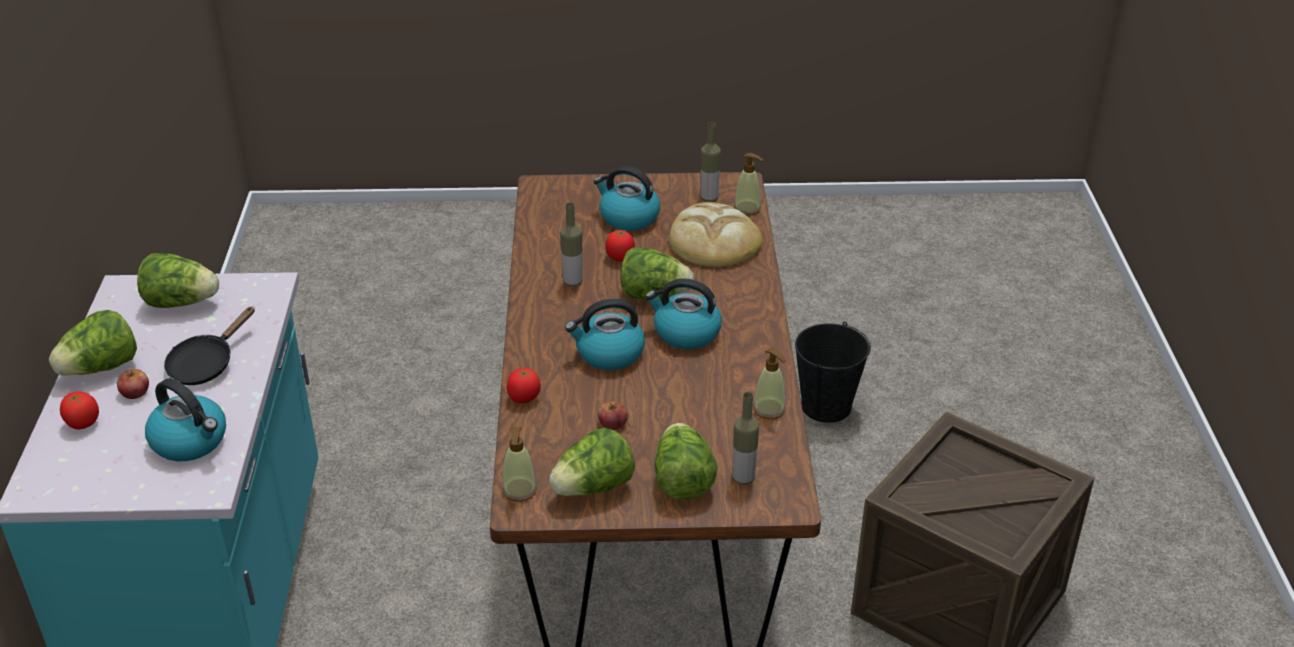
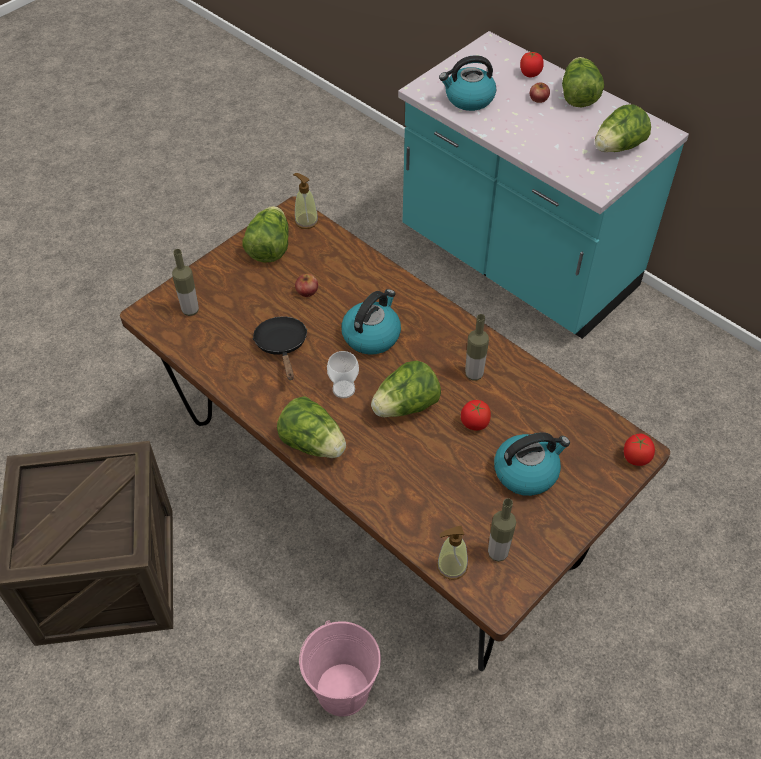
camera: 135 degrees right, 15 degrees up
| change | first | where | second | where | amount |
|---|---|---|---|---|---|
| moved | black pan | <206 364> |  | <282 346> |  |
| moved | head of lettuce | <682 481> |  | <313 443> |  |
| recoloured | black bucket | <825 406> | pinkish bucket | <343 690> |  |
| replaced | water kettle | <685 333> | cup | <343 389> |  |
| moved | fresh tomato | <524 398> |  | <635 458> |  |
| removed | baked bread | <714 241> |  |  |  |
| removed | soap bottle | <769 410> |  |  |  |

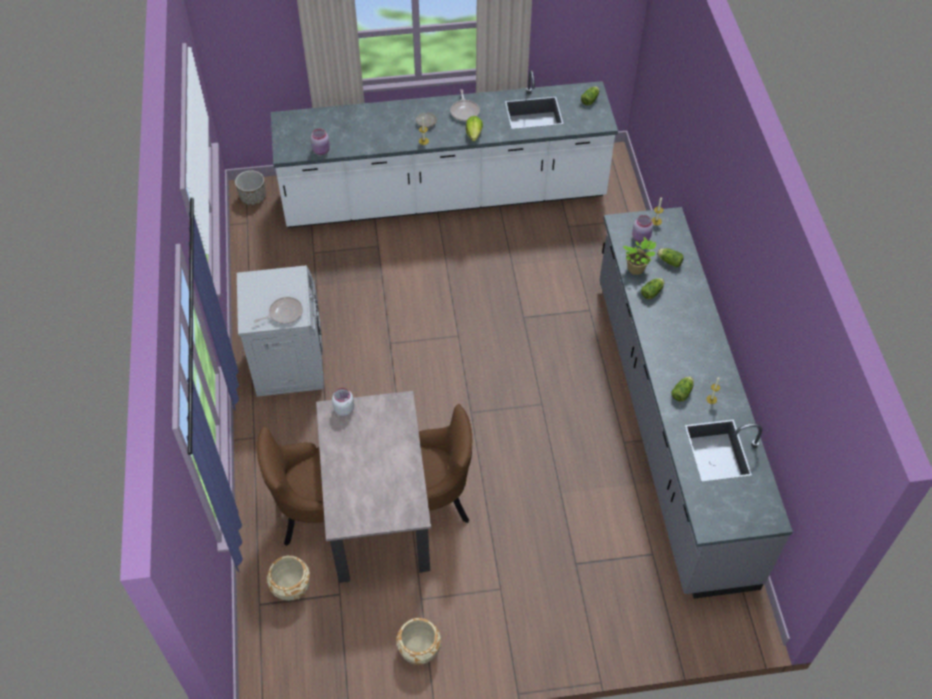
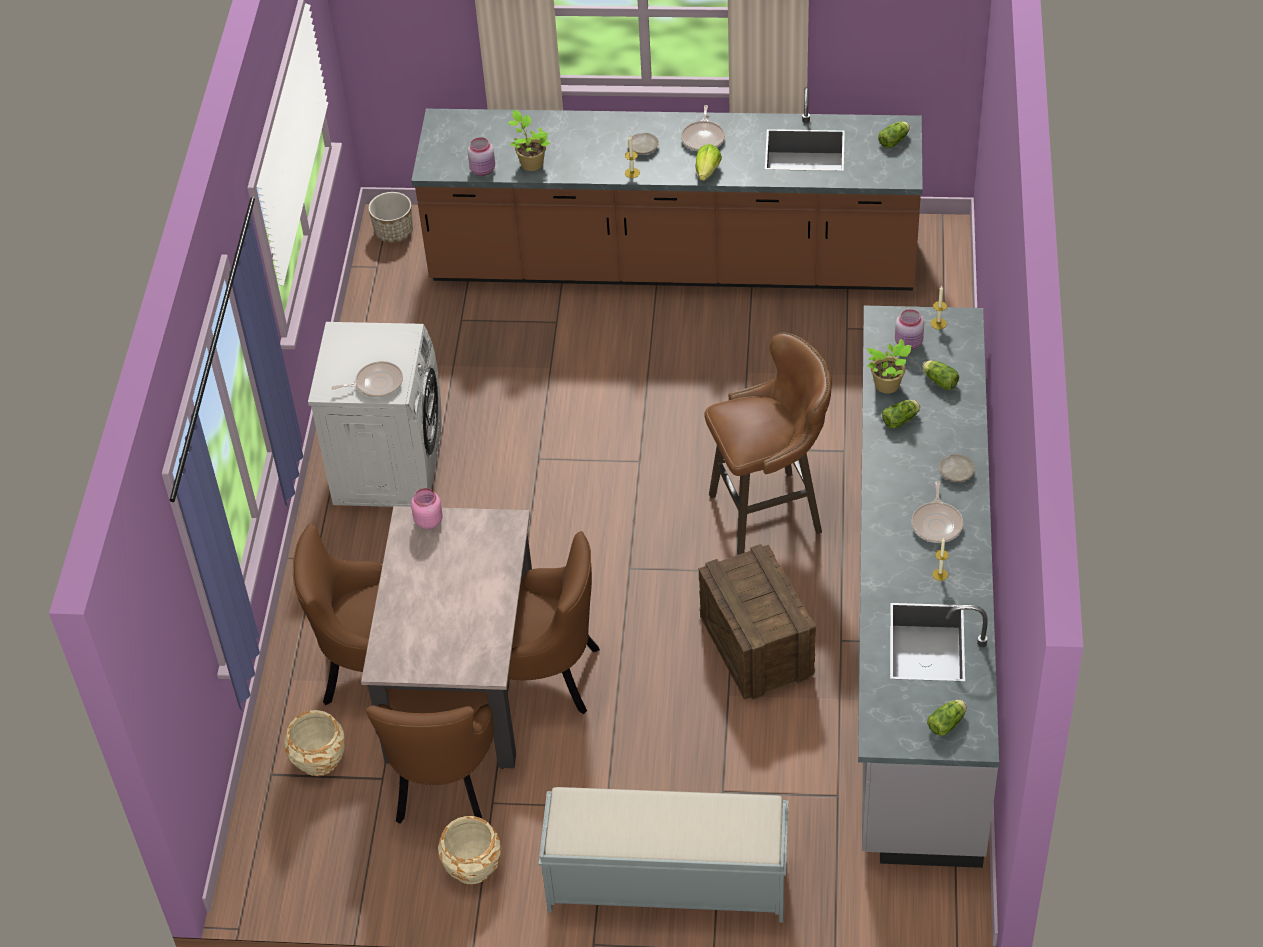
camera: 15 degrees right, 5 degrees down
| change | first | where | second | where | amount |
|---|---|---|---|---|---|
| added |  |  | brown-coloured chair | <444 774> |  |
| recoloured | white-coloured kitchen base unit | <444 196> | brown-coloured kitchen base unit | <673 263> |  |
| recoloured | white-coloured jar | <344 409> | pinkish jar | <428 520> |  |
| added |  |  | plant in a pot | <530 163> |  |
| added |  |  | greyish long seat | <665 882> |  |
| added |  |  | crate | <756 646> |  |
| added |  |  | brown-coloured sitting stool | <770 512> |  |
| added |  |  | pan | <937 523> |  |
| moved | head of lettuce | <682 392> |  | <948 722> |  |
| added |  |  | beige dinner plate | <956 472> |  |

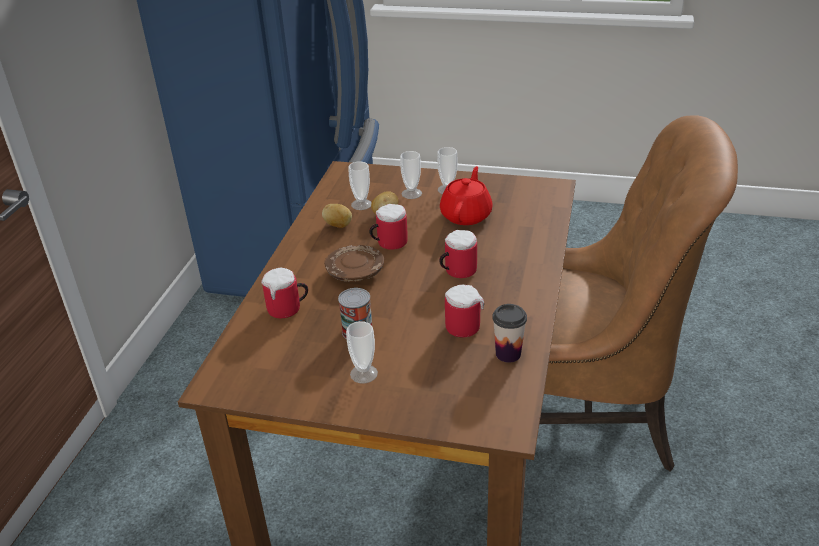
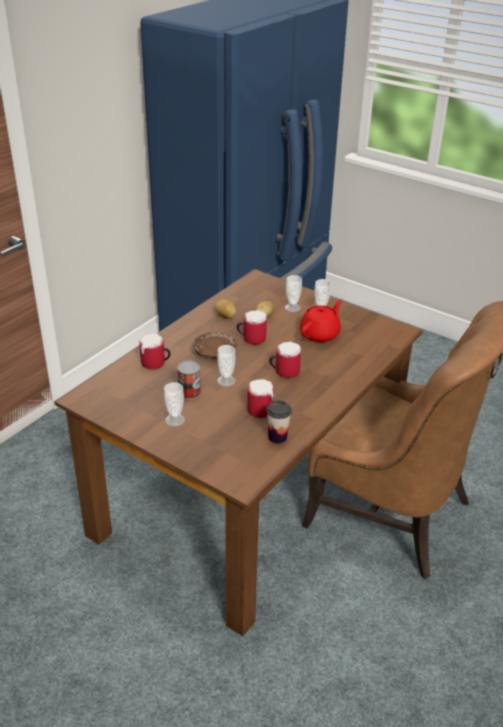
camera: 20 degrees right, 0 degrees up
| change | first | where | second | where | amount |
|---|---|---|---|---|---|
| moved | cup | <361 204> |  | <226 381> |  |

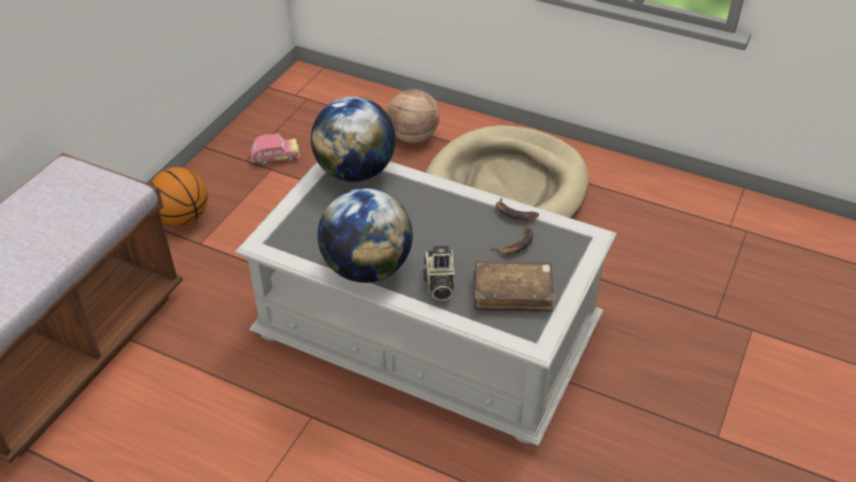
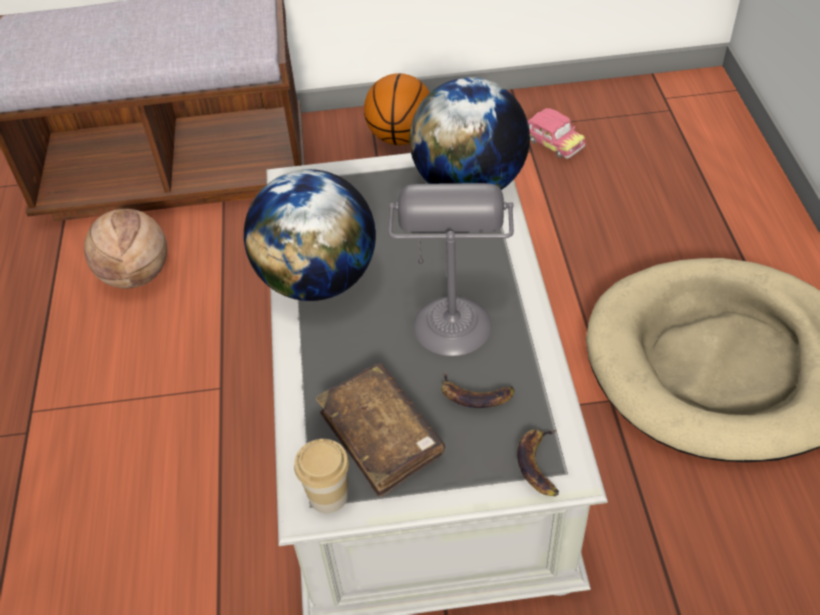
camera: 60 degrees right, 5 degrees up
| change | first | where | second | where | amount |
|---|---|---|---|---|---|
| moved | ball for basketball | <413 137> |  | <136 275> |  |
| added |  |  | cup | <328 495> |  |
| added |  |  | greyish table lamp | <450 312> |  |
| moved | whole banana | <515 213> |  | <540 464> |  |
| removed | still camera | <439 284> |  |  |  |

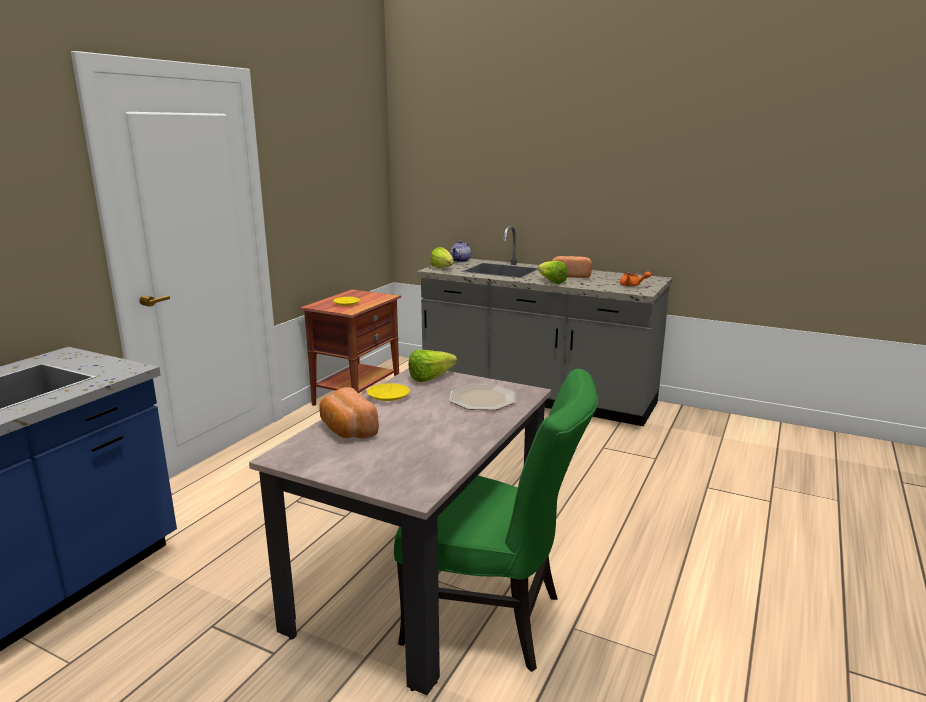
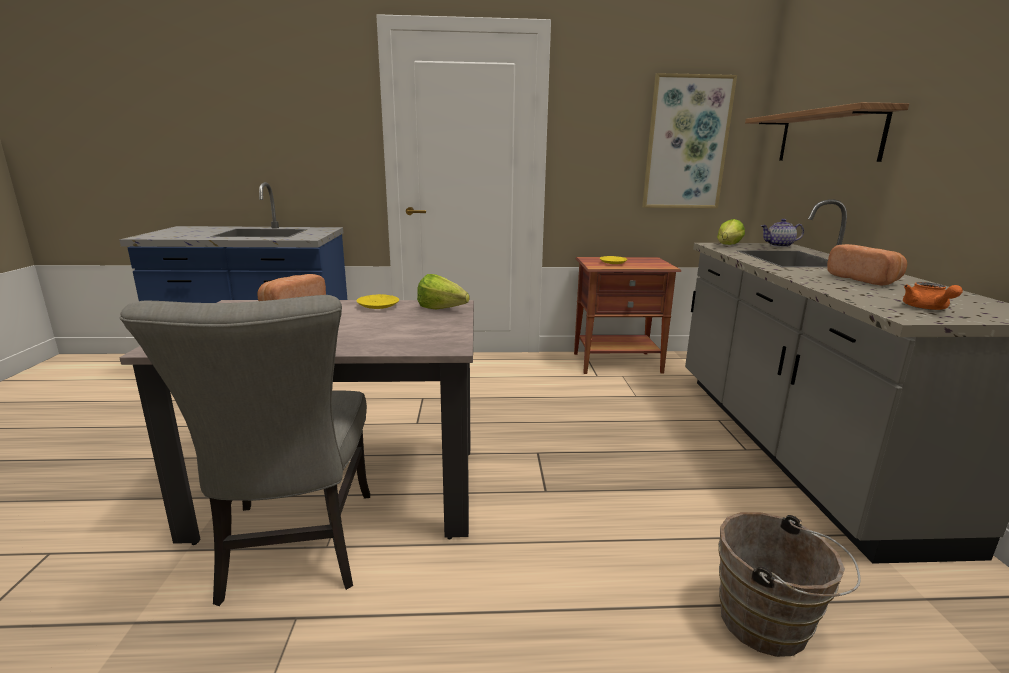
camera: 60 degrees right, 0 degrees up
| change | first | where | second | where | amount |
|---|---|---|---|---|---|
| recoloured | green-coloured chair | <493 619> | greyish chair | <295 551> |  |
| added |  |  | wall picture | <686 143> |  |
| added |  |  | brown-coloured bucket | <770 626> |  |
| added |  |  | shelf | <828 137> |  |
| removed | dinner plate | <483 399> |  |  |  |
| removed | head of lettuce | <550 281> |  |  |  |

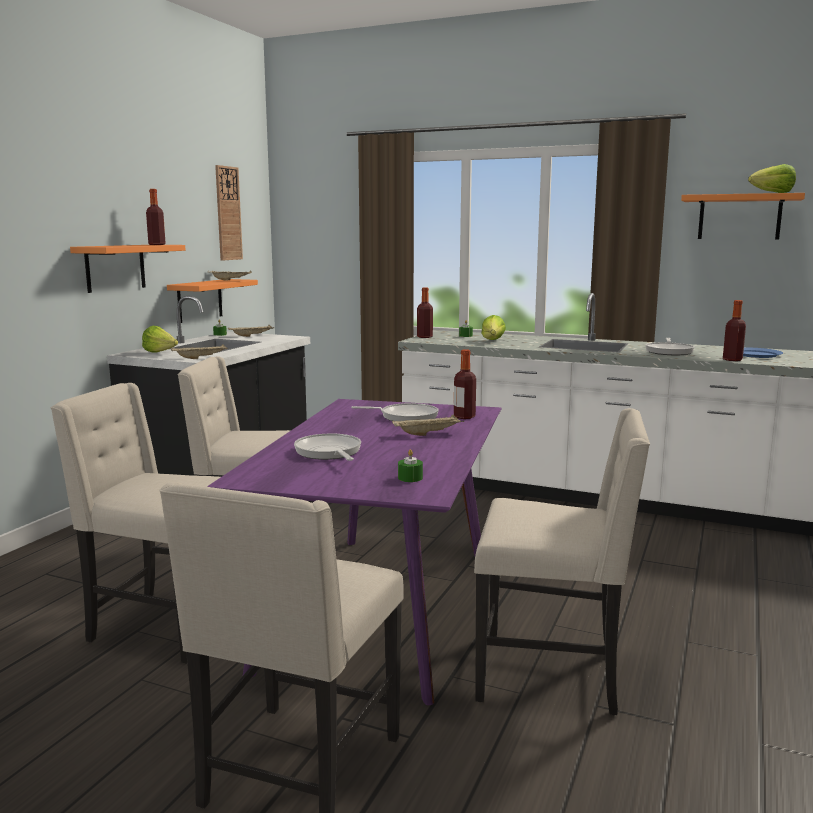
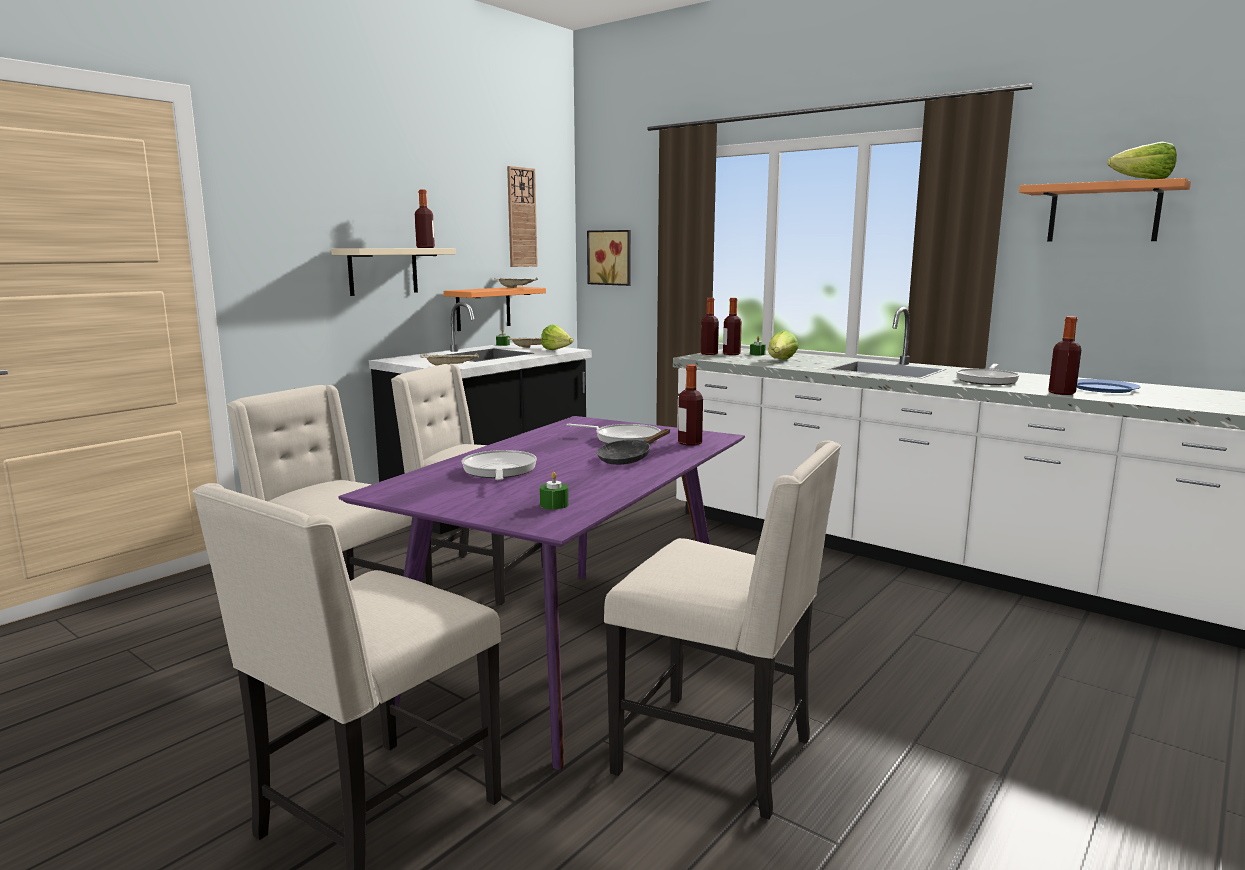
camera: 15 degrees right, 0 degrees up
| change | first | where | second | where | amount |
|---|---|---|---|---|---|
| recoloured | orange shelf | <115 267> | beige shelf | <383 271> |  |
| moved | head of lettuce | <161 353> |  | <557 351> |  |
| added |  |  | wall picture | <611 257> |  |
| replaced | beige carrying tray | <428 434> | black pan | <628 458> |  |
| added |  |  | drink bottle | <731 354> |  |

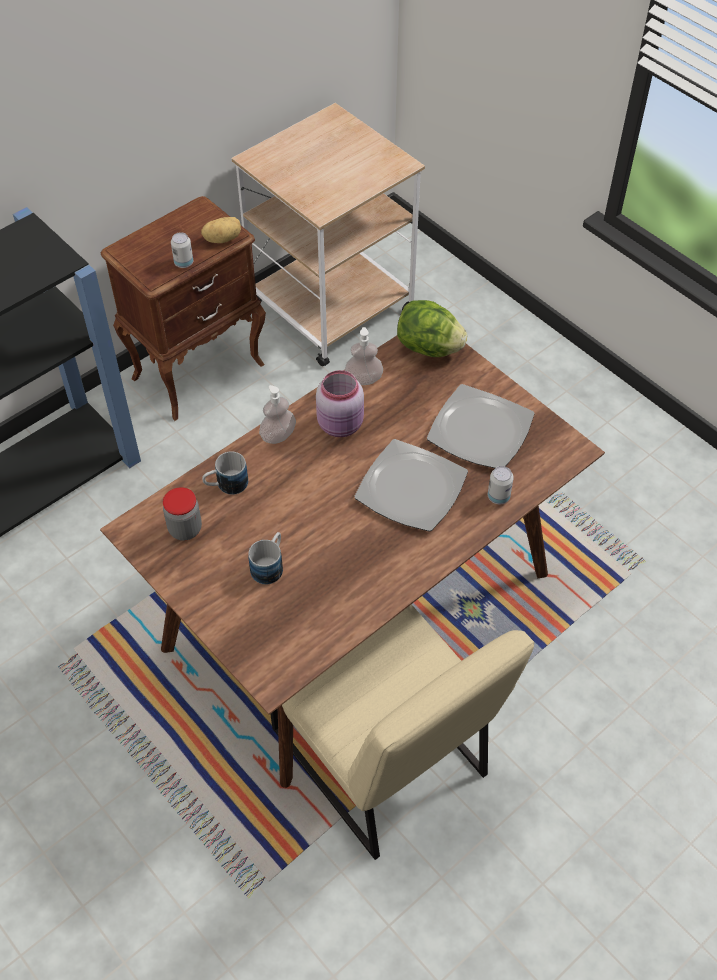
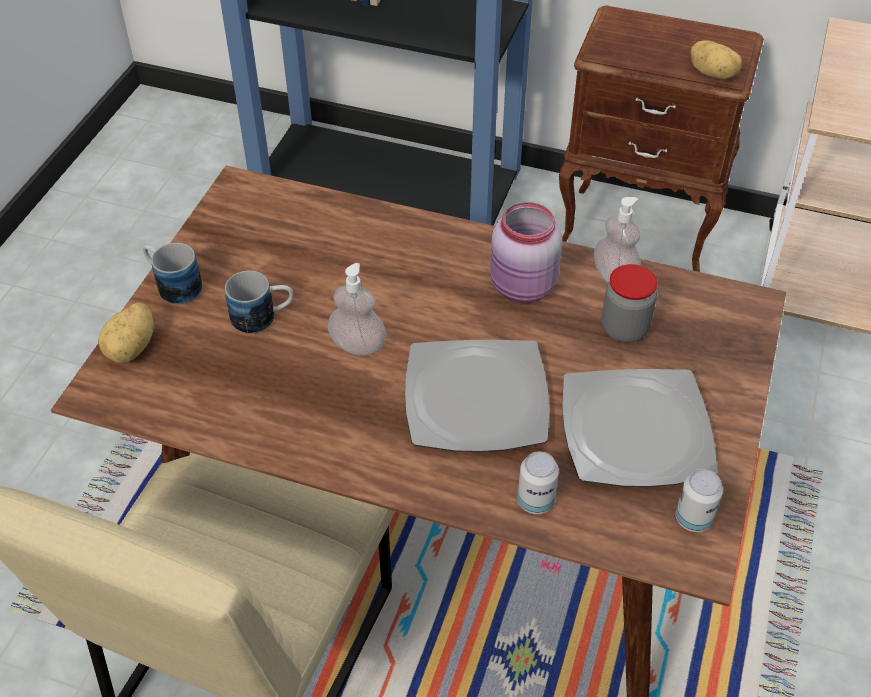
camera: 60 degrees right, 5 degrees down
| change | first | where | second | where | amount |
|---|---|---|---|---|---|
| added |  |  | whole potato | <133 348> |  |
| moved | tea mug | <226 485> |  | <173 285> |  |
| moved | soap bottle | <278 435> |  | <358 345> |  |
| moved | jar | <185 529> |  | <624 329> |  |
| moved | can | <184 263> |  | <693 519> |  |
| removed | head of lettuce | <429 348> |  |  |  |

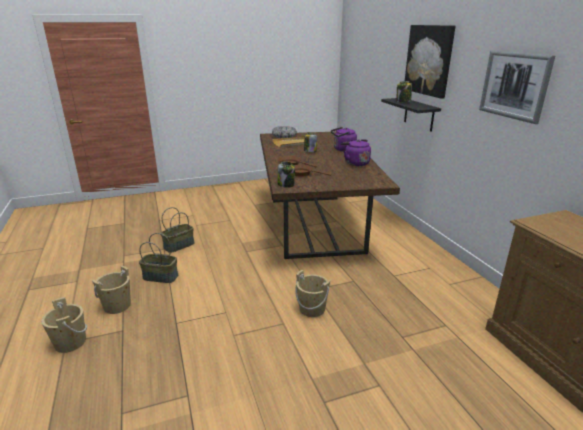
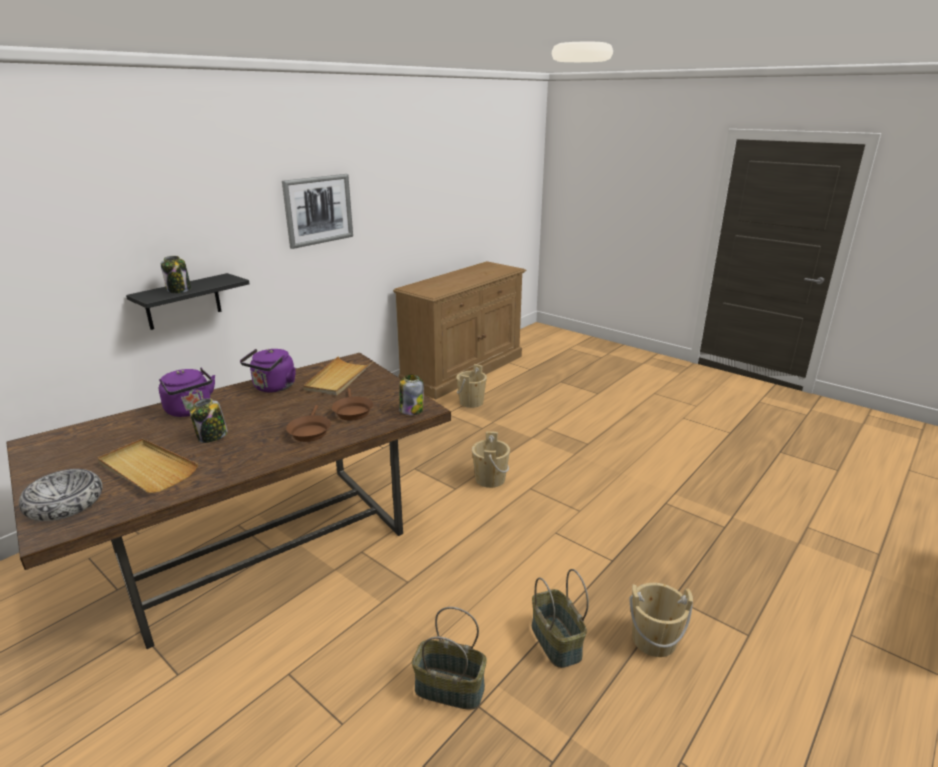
camera: 120 degrees left, 0 degrees up
| change | first | where | second | where | amount |
|---|---|---|---|---|---|
| added |  |  | beige carrying tray | <338 378> |  |
| moved | beige bucket | <70 342> |  | <471 402> |  |
| removed | wall picture | <429 60> |  |  |  |

